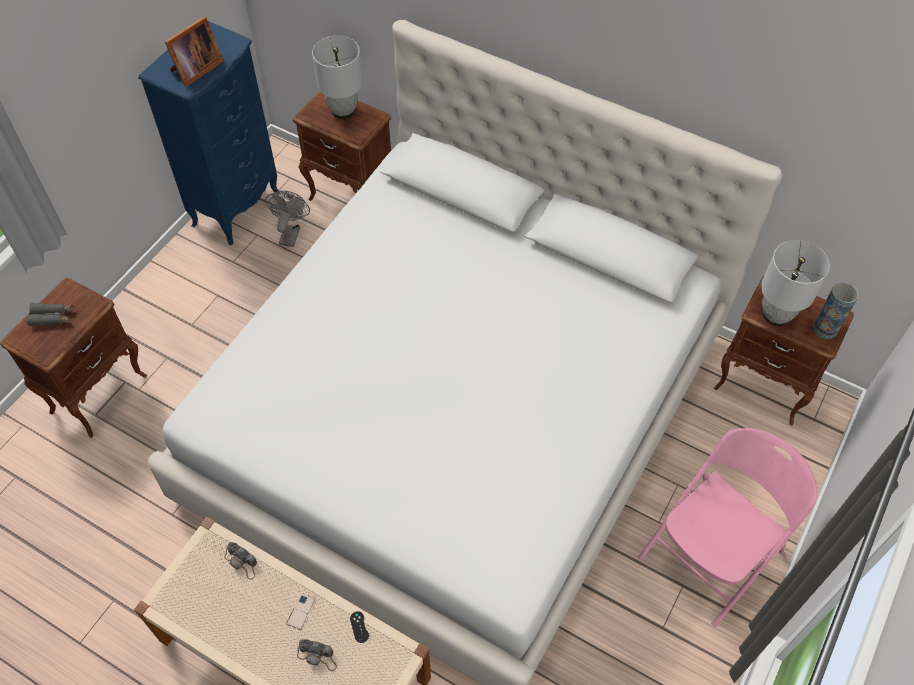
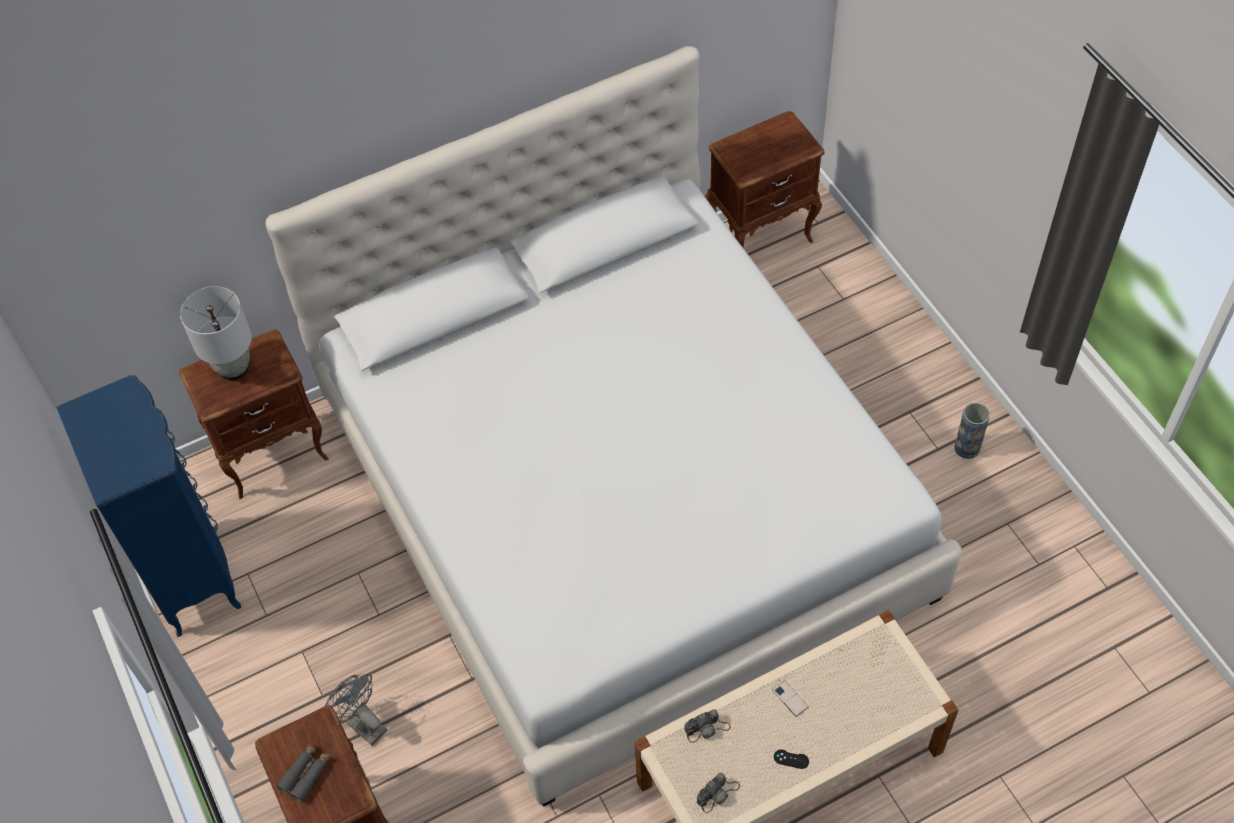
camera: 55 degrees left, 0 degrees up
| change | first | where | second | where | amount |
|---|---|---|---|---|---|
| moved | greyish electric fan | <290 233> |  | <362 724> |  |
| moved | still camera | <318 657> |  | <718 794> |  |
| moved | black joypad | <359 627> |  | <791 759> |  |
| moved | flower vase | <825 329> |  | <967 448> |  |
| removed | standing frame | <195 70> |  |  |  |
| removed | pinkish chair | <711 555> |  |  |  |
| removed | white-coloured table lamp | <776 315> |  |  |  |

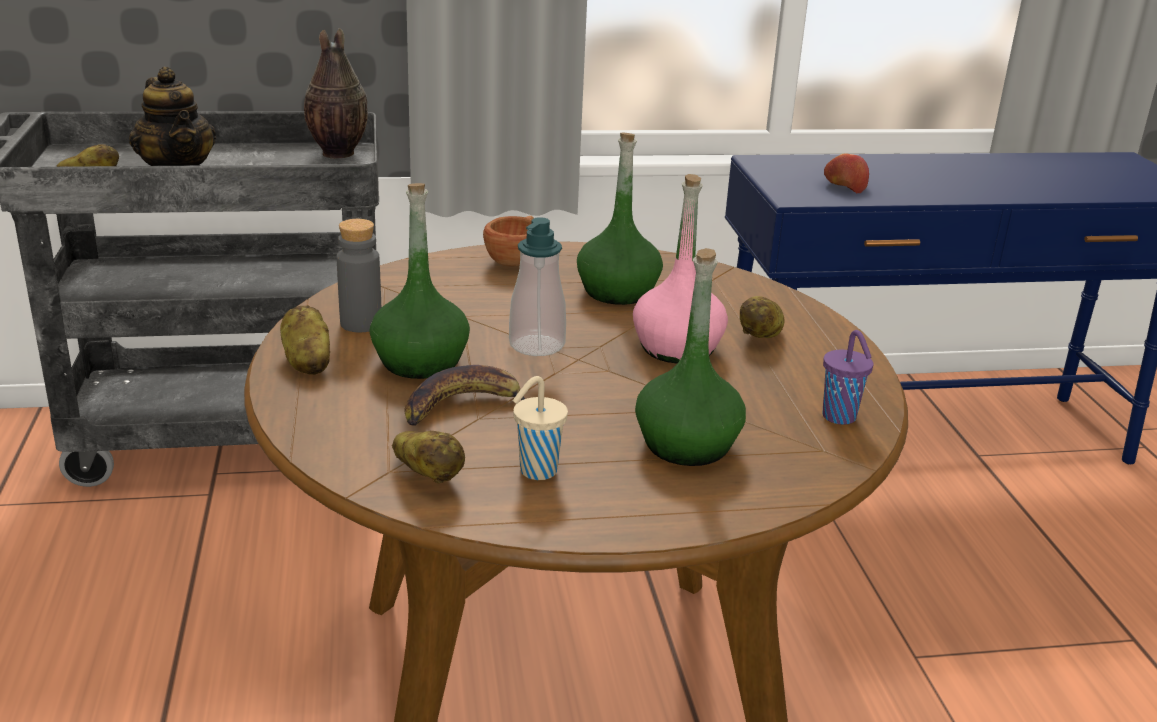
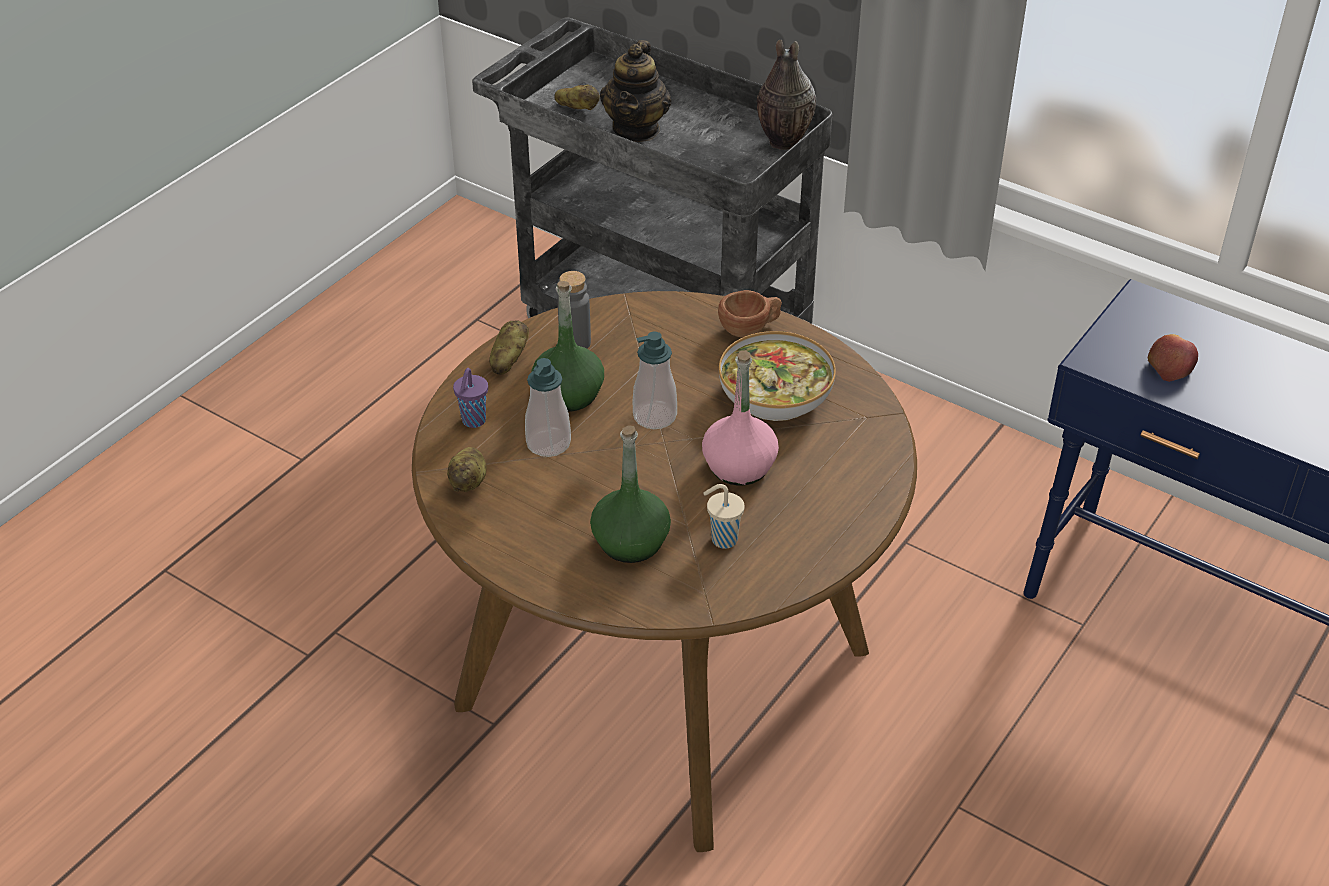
camera: 45 degrees right, 15 degrees up
| change | first | where | second | where | amount |
|---|---|---|---|---|---|
| moved | purplish cup | <840 418> |  | <473 421> |  |
| replaced | whole banana | <464 407> | soap bottle | <548 443> |  |
| moved | beige cup | <536 471> |  | <722 539> |  |
| replaced | green-coloured drink bottle | <617 292> | serving bowl | <776 395> |  |
| removed | whole potato | <761 335> |  |  |  |

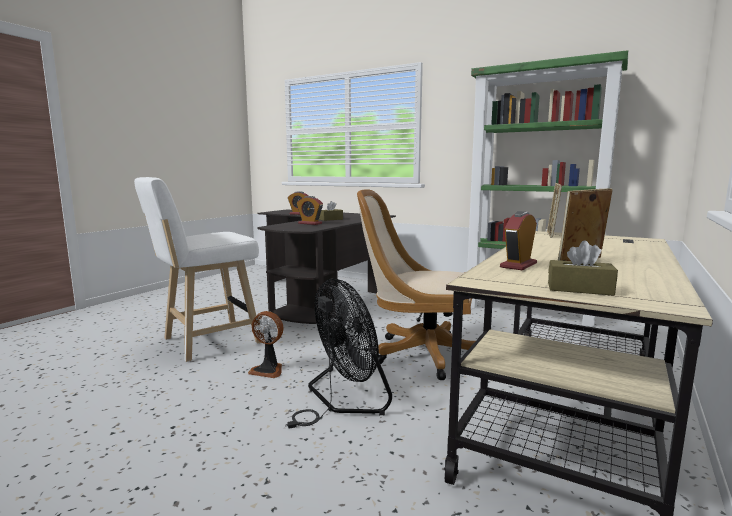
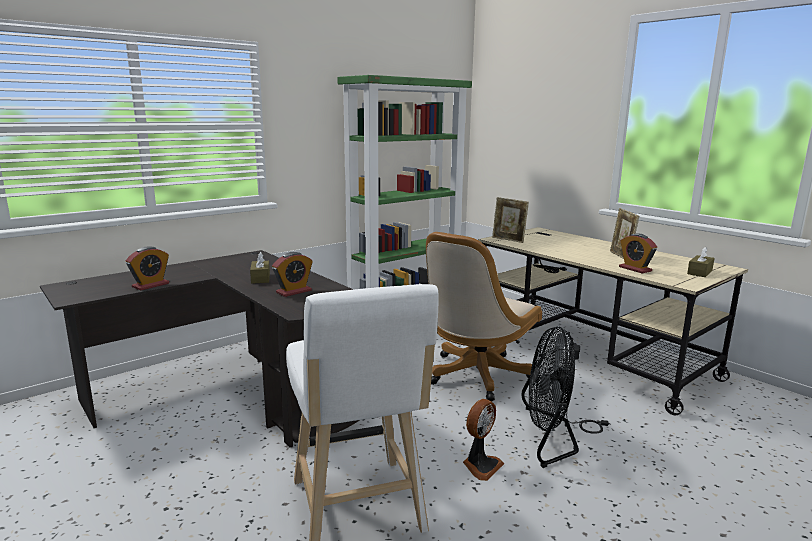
camera: 70 degrees left, 5 degrees up
| change | first | where | second | where | amount |
|---|---|---|---|---|---|
| turned | black electric fan | <336 397> |  | <555 434> | 75 degrees counterclockwise |

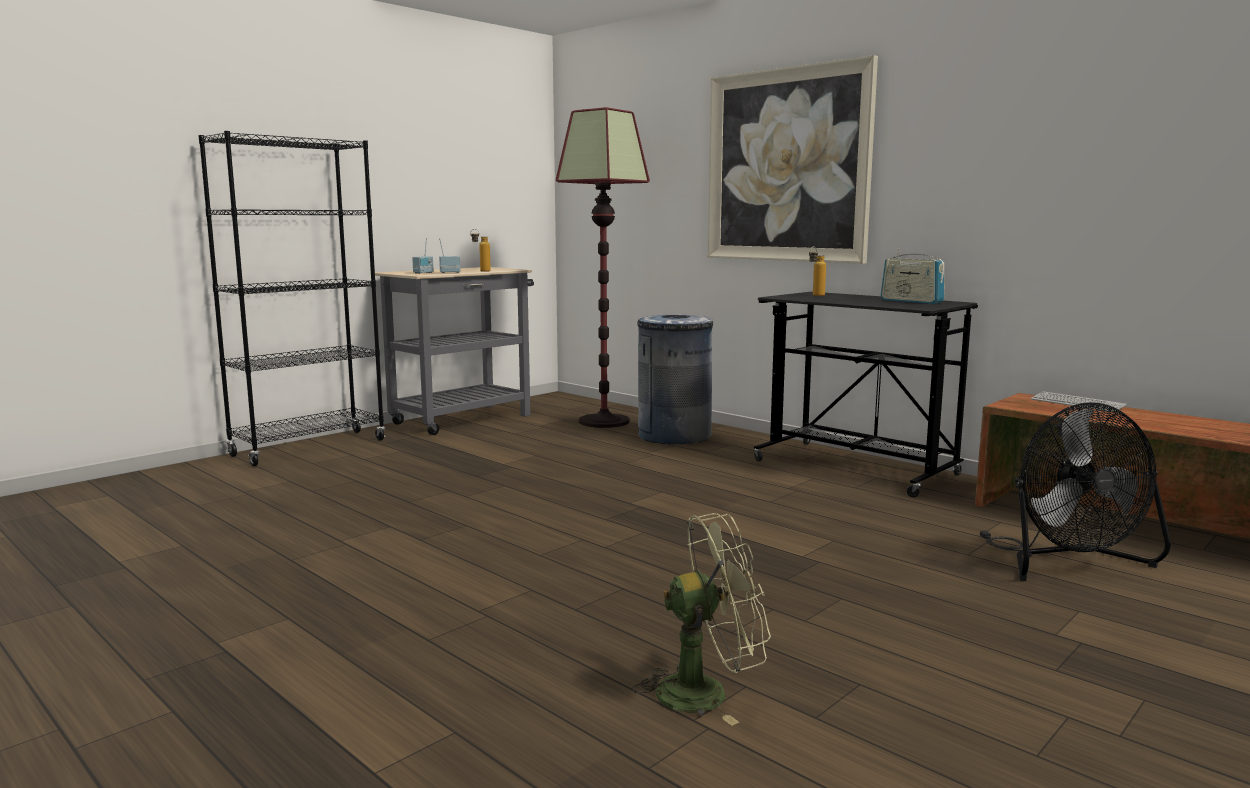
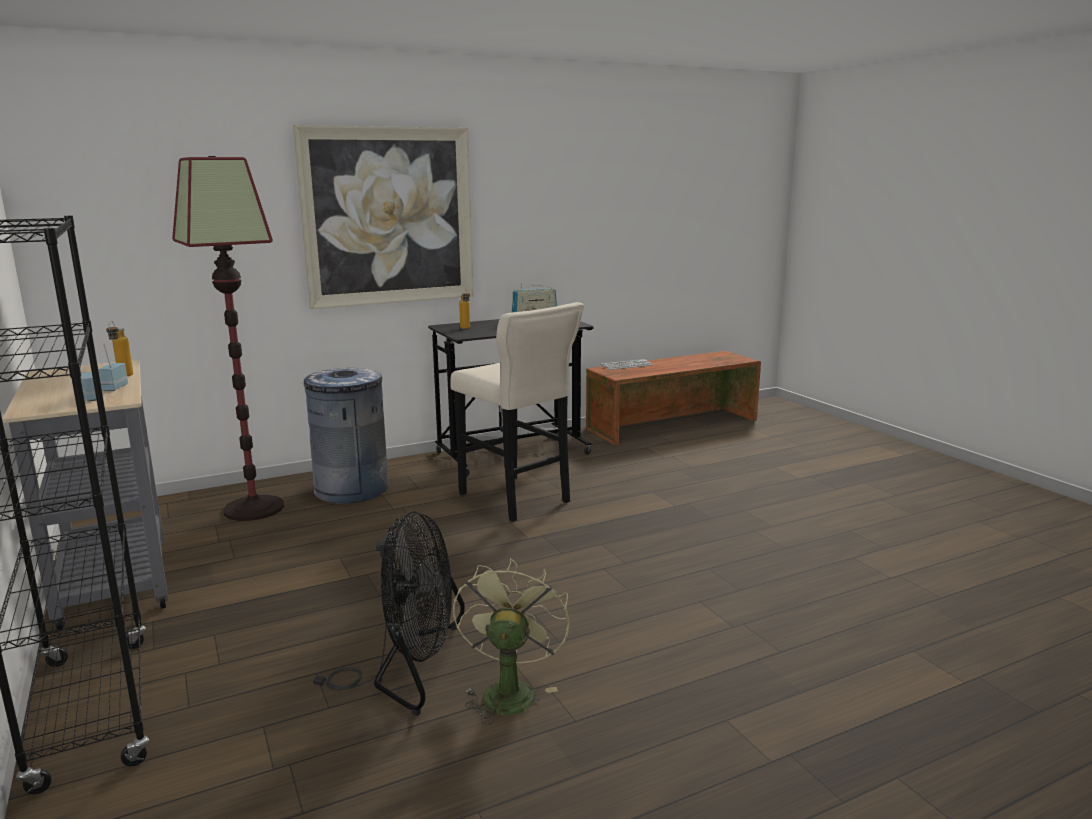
camera: 70 degrees left, 5 degrees up
| change | first | where | second | where | amount |
|---|---|---|---|---|---|
| moved | black electric fan | <1062 562> |  | <406 668> |  |
| added |  |  | beige sitting stool | <517 500> |  |
| moved | green-coloured electric fan | <706 691> |  | <509 690> |  |

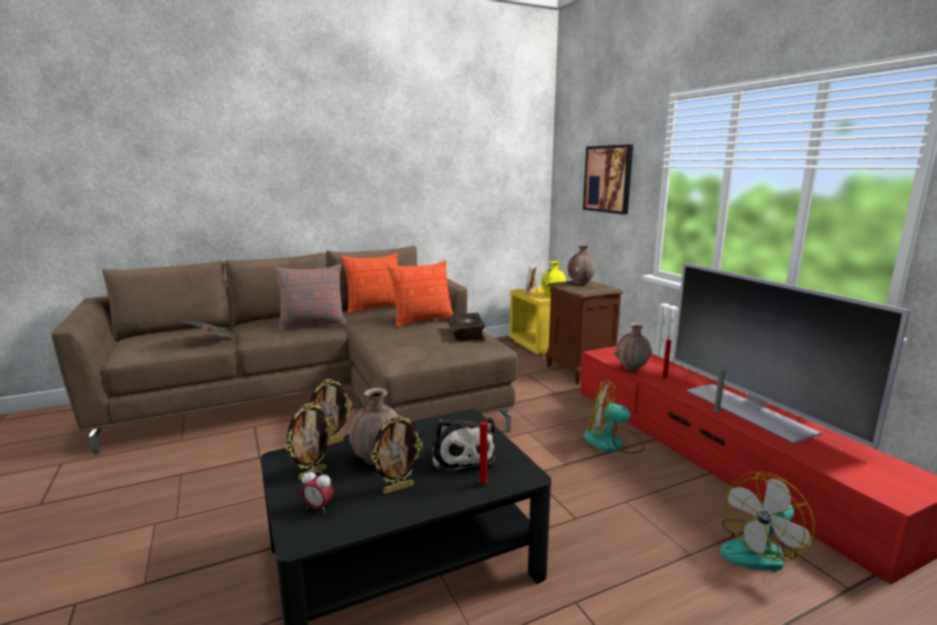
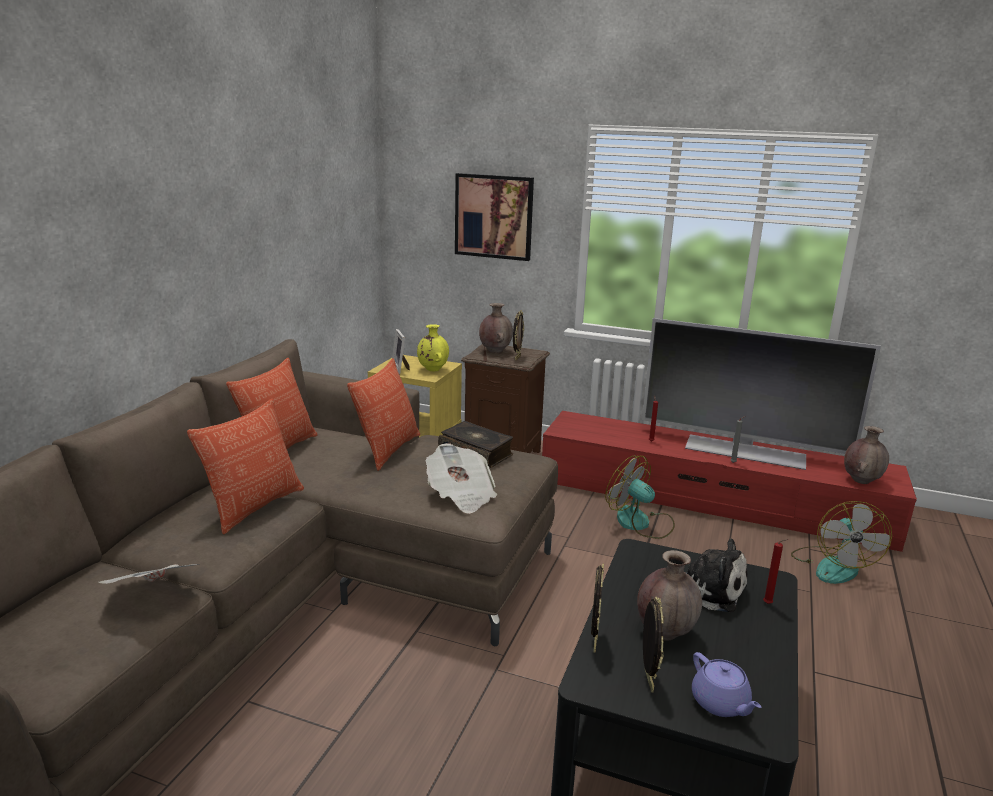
camera: 45 degrees left, 5 degrees up
| change | first | where | second | where | amount |
|---|---|---|---|---|---|
| recoloured | greyish pillow | <313 325> | orange pillow | <254 507> |  |
| added |  |  | newspaper | <461 495> |  |
| moved | standing frame | <398 488> |  | <517 357> |  |
| turned | electric fan | <612 442> |  | <640 523> | 75 degrees clockwise |
| replaced | table clock | <318 508> | purplish pot for tea | <720 703> |  |
| moved | brown-coloured flower vase | <632 368> |  | <861 480> |  |

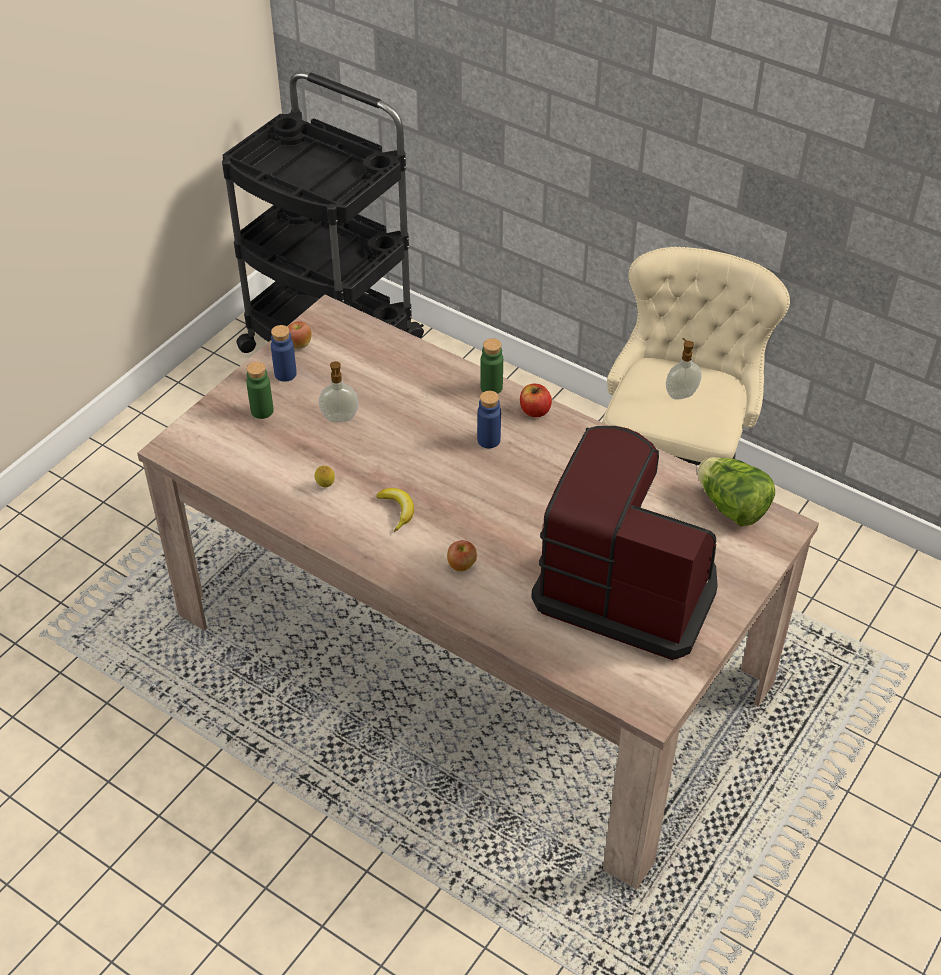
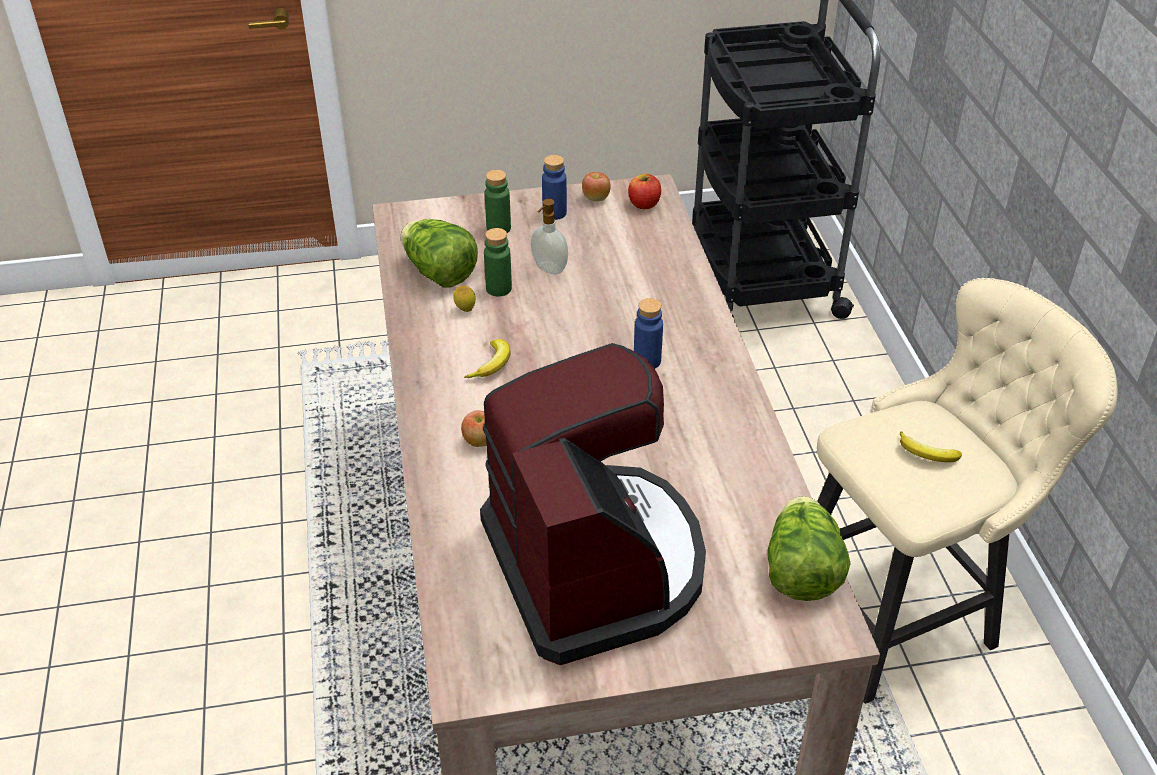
camera: 45 degrees right, 5 degrees down
| change | first | where | second | where | amount |
|---|---|---|---|---|---|
| added |  |  | head of lettuce | <439 273> |  |
| moved | green-coloured drink bottle | <491 387> |  | <498 288> |  |
| moved | apple | <534 411> |  | <644 204> |  |
| replaced | soap bottle | <680 394> | whole banana | <926 454> |  |

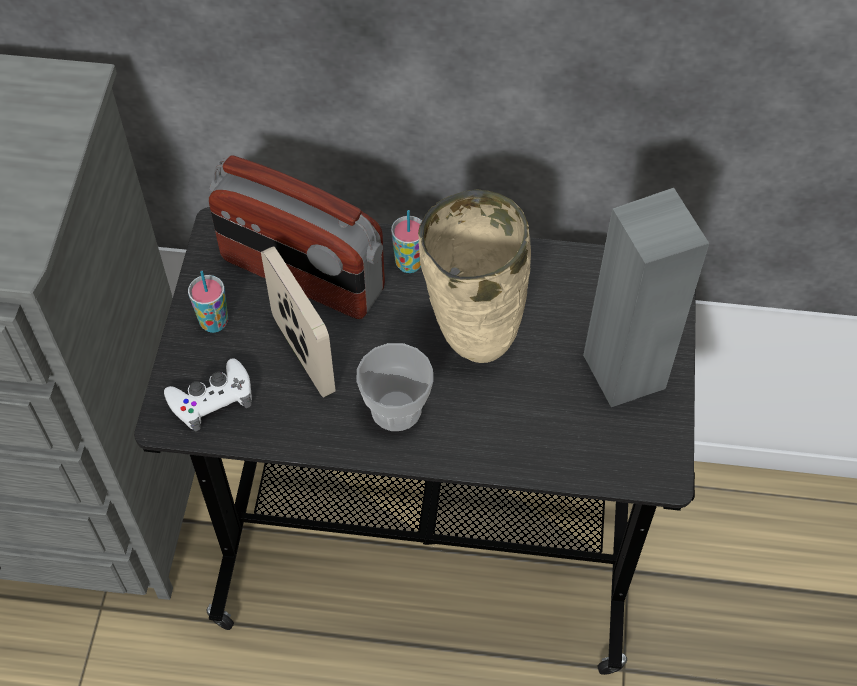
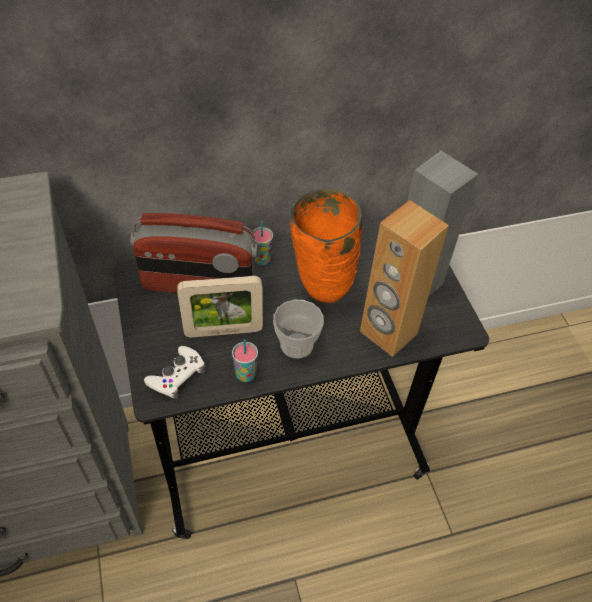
camera: 25 degrees left, 5 degrees down
| change | first | where | second | where | amount |
|---|---|---|---|---|---|
| turned | standing frame | <303 355> |  | <223 331> | 135 degrees clockwise |
| moved | cup | <214 322> |  | <246 375> |  |
| recoloured | beige flower vase | <472 337> | orange flower vase | <320 289> |  |
| added |  |  | brown-coloured audio speaker | <388 333> |  |

